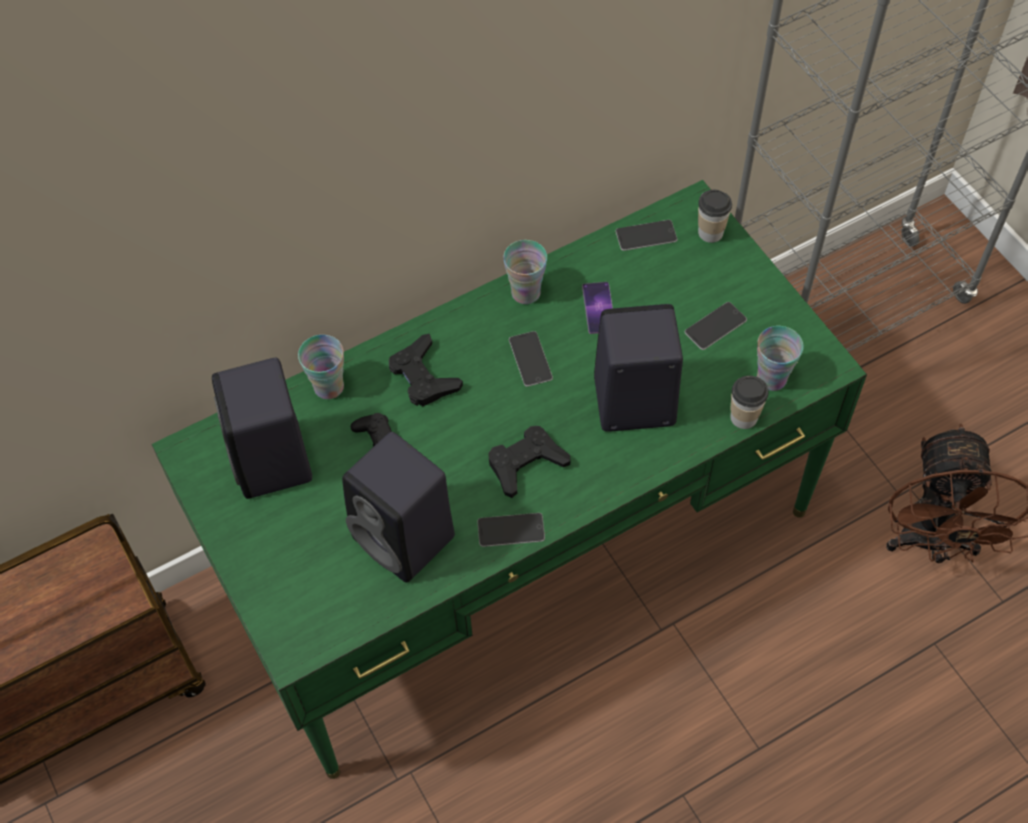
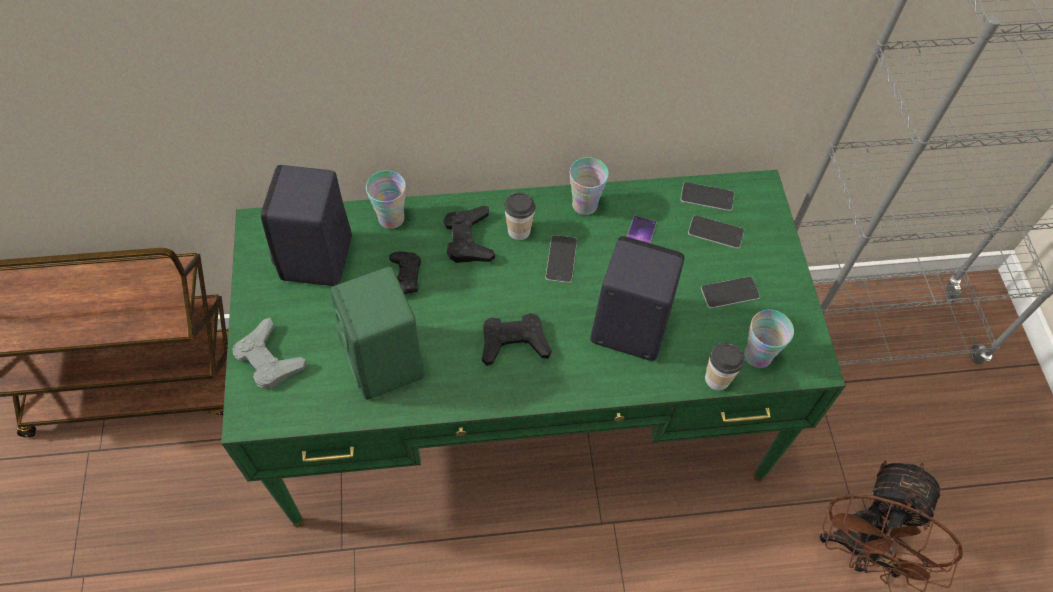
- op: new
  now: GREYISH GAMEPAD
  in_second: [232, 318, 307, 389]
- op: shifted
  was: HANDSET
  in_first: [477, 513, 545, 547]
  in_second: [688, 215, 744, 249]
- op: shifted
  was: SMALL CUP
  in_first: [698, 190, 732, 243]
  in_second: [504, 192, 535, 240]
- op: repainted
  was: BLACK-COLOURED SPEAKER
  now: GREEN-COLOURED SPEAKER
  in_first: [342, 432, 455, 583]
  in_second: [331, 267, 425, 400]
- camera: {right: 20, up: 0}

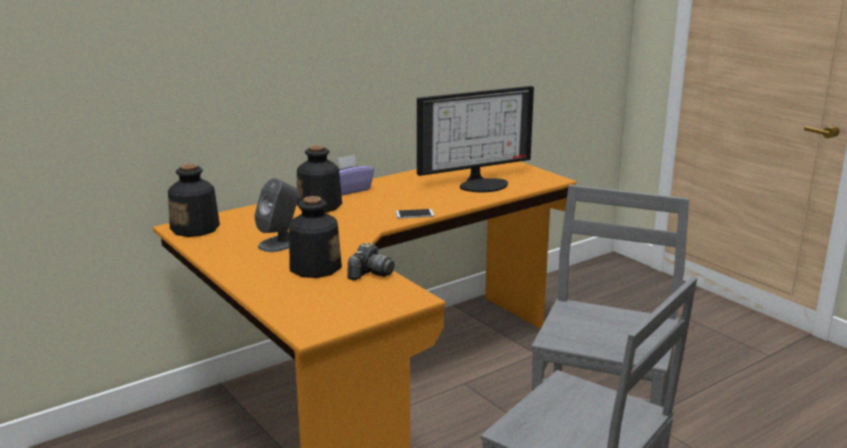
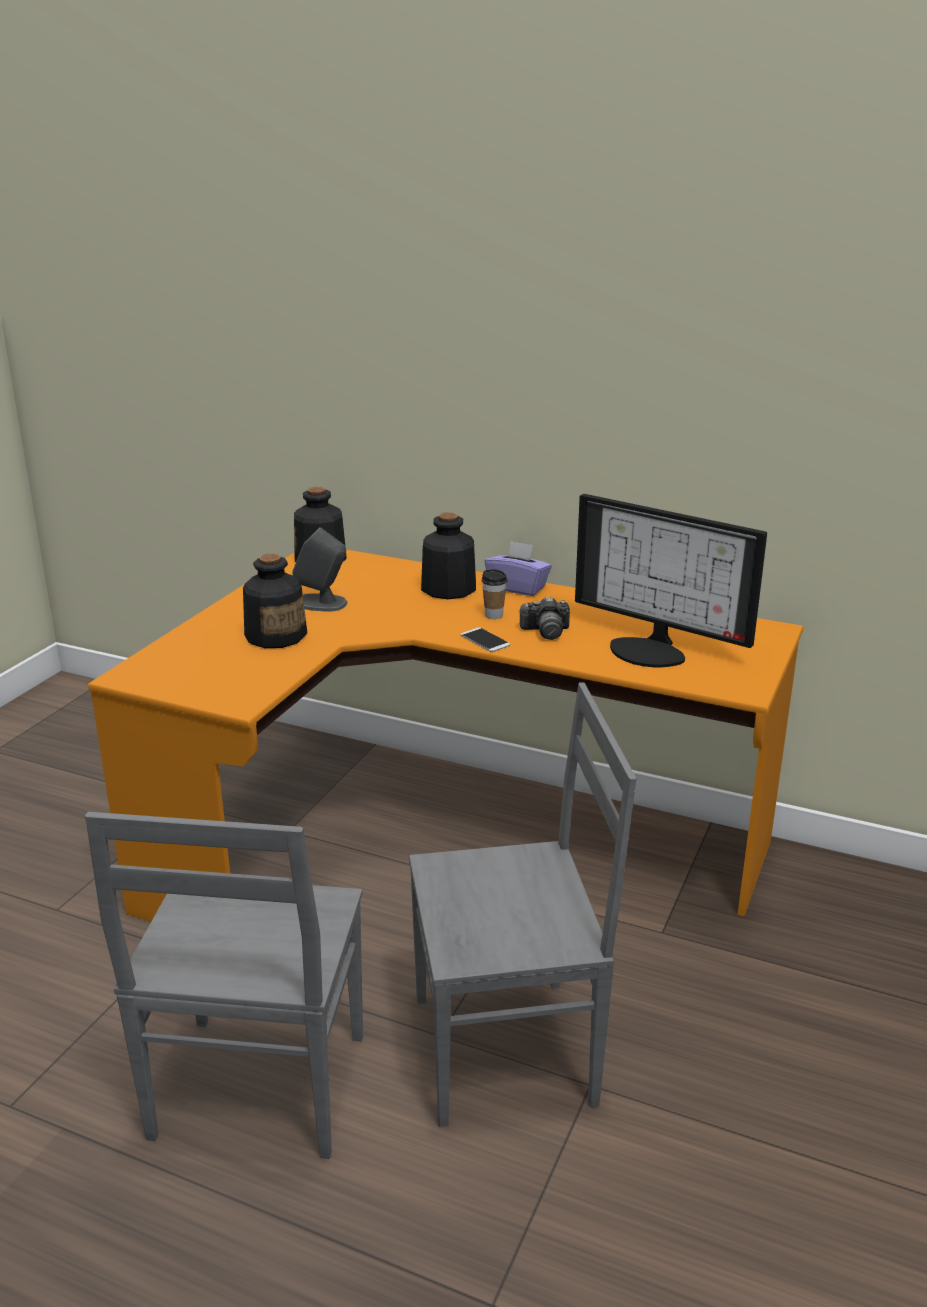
- op: new
  now: SMALL CUP
  in_second: [481, 569, 507, 619]
- op: shifted
  was: STILL CAMERA
  in_first: [347, 243, 394, 280]
  in_second: [518, 596, 570, 640]
- camera: {right: 60, up: 5}

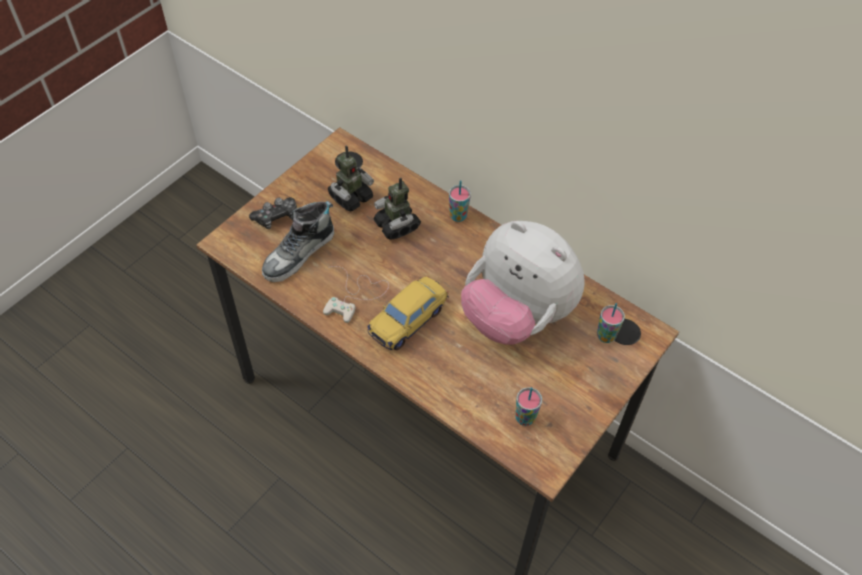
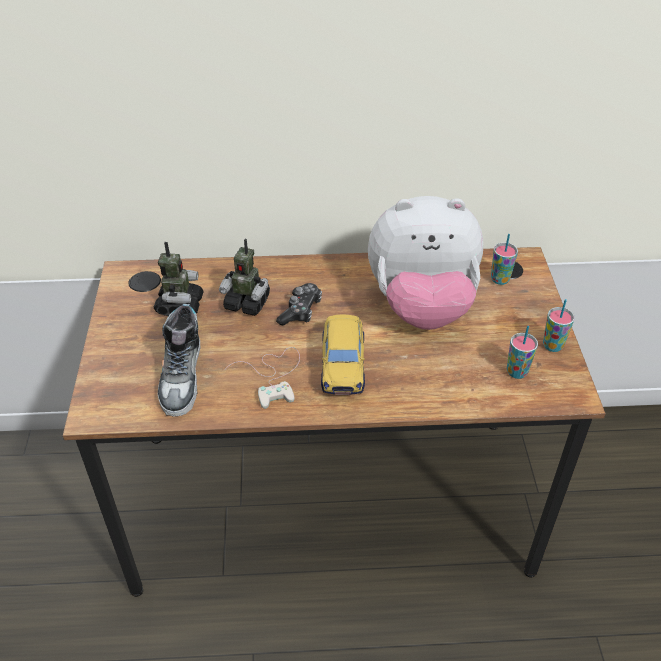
- op: shifted
  was: GAMEPAD
  in_first: [249, 197, 297, 229]
  in_second: [276, 283, 322, 326]
- op: shifted
  was: SMALL CUP
  in_first: [449, 180, 471, 222]
  in_second: [543, 299, 575, 352]
- camera: {right: -40, up: -10}

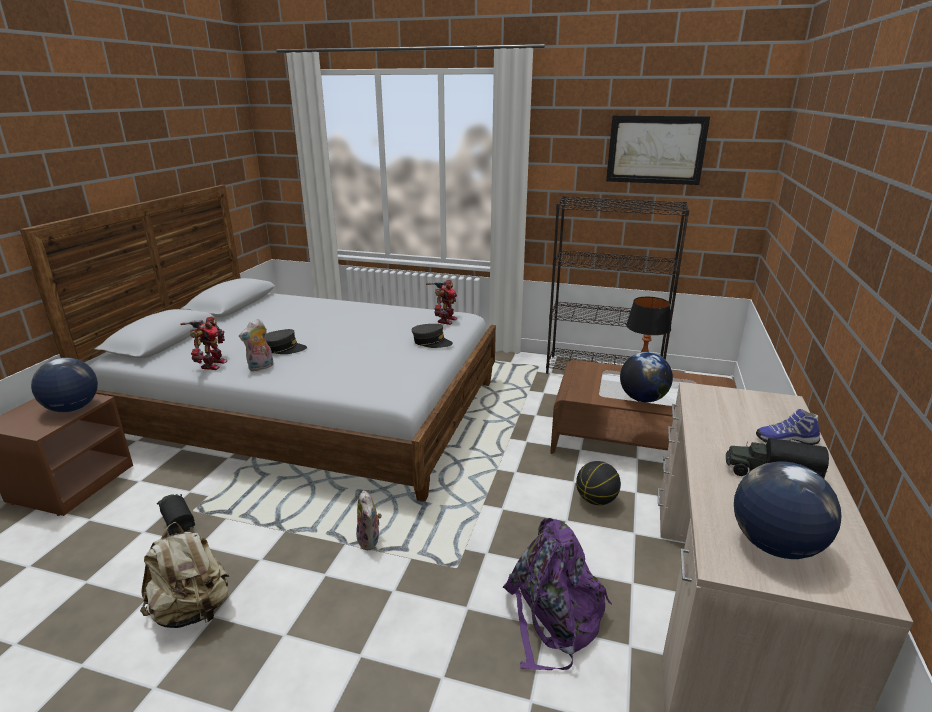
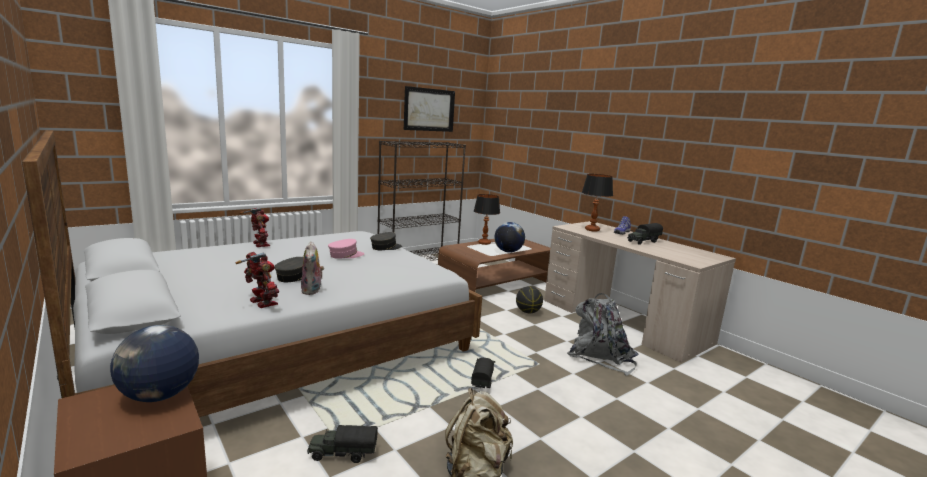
- op: gone
  was: DESK GLOBE
  in_first: [734, 461, 841, 559]
- op: new
  now: PINK CAP
  in_second: [328, 239, 364, 259]
- op: new
  now: LAMP FOR A TABLE
  in_second: [582, 174, 613, 232]
- op: shifted
  was: ROBOT FIGURE
  in_first: [426, 280, 457, 325]
  in_second: [240, 208, 270, 247]
- op: swapped
  was: PLUSH TOY
  now: MODEL TRUCK
  in_first: [356, 490, 382, 550]
  in_second: [471, 358, 495, 388]
- op: repainted
  was: PURPLE KNAPSACK
  now: GREYISH KNAPSACK
  in_first: [503, 518, 612, 670]
  in_second: [567, 293, 638, 376]
- camera: {right: -55, up: -10}

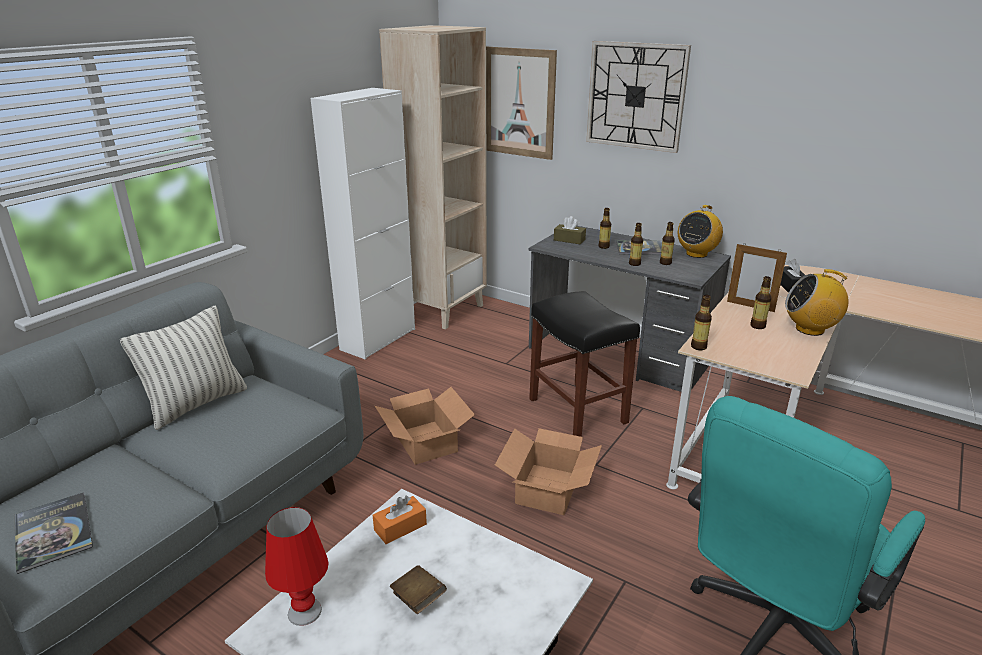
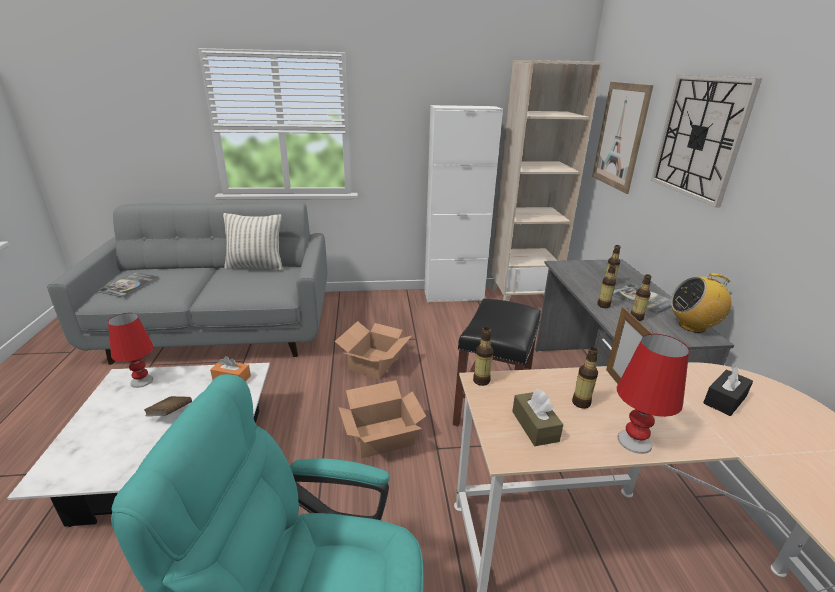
- op: shifted
  was: BROWN-COLOURED TISSUE HOLDER
  in_first: [554, 216, 586, 244]
  in_second: [512, 388, 563, 446]
- op: swapped
  was: RADIO
  now: RED LAMP FOR A TABLE
  in_first: [785, 269, 849, 336]
  in_second: [617, 334, 689, 454]
- camera: {right: 50, up: 0}

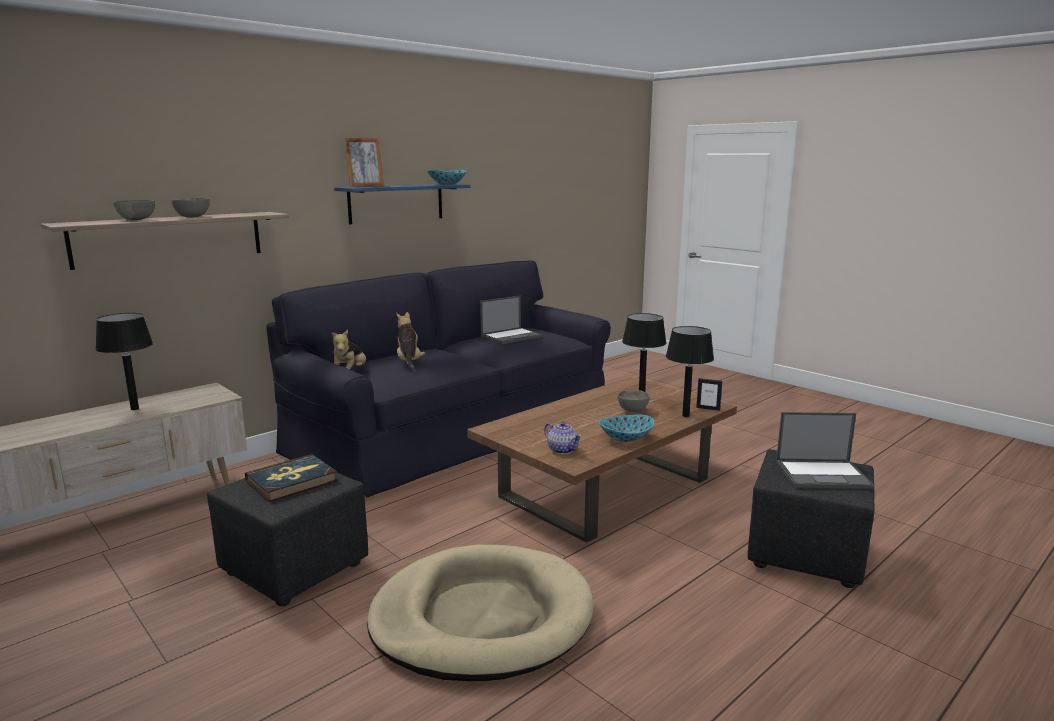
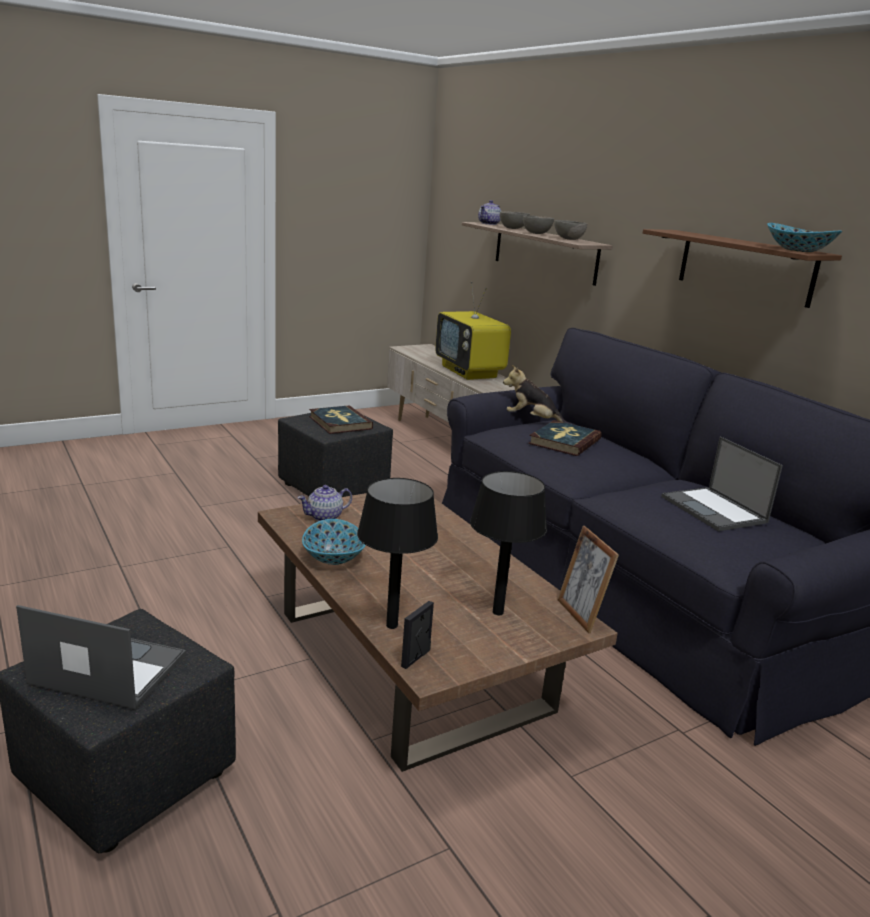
- op: gone
  was: BEIGE-COLOURED DOG CUSHION
  in_first: [367, 545, 593, 681]
- op: new
  now: POT FOR TEA
  in_second: [478, 200, 501, 225]
- op: shifted
  was: STANDING FRAME
  in_first: [344, 138, 384, 187]
  in_second: [557, 526, 619, 633]
- op: shifted
  was: GREYISH BOWL
  in_first: [618, 390, 650, 412]
  in_second: [554, 220, 587, 240]
- op: swapped
  was: BLACK-COLOURED LAMP FOR A TABLE
  now: TELEVISION
  in_first: [96, 313, 153, 410]
  in_second: [435, 282, 511, 380]
- op: swapped
  was: PLUSH TOY
  now: BOOK
  in_first: [396, 312, 425, 372]
  in_second: [528, 420, 602, 456]
- op: repainted
  was: BLUISH WALL SHELF
  now: BROWN-COLOURED WALL SHELF
  in_first: [334, 184, 470, 225]
  in_second: [643, 229, 842, 308]
- op: rotated
  was: NOTEBOOK COMPUTER
  in_first: [776, 412, 874, 489]
  in_second: [16, 605, 186, 709]
  clockwise: 90
- camera: {right: 100, up: 5}

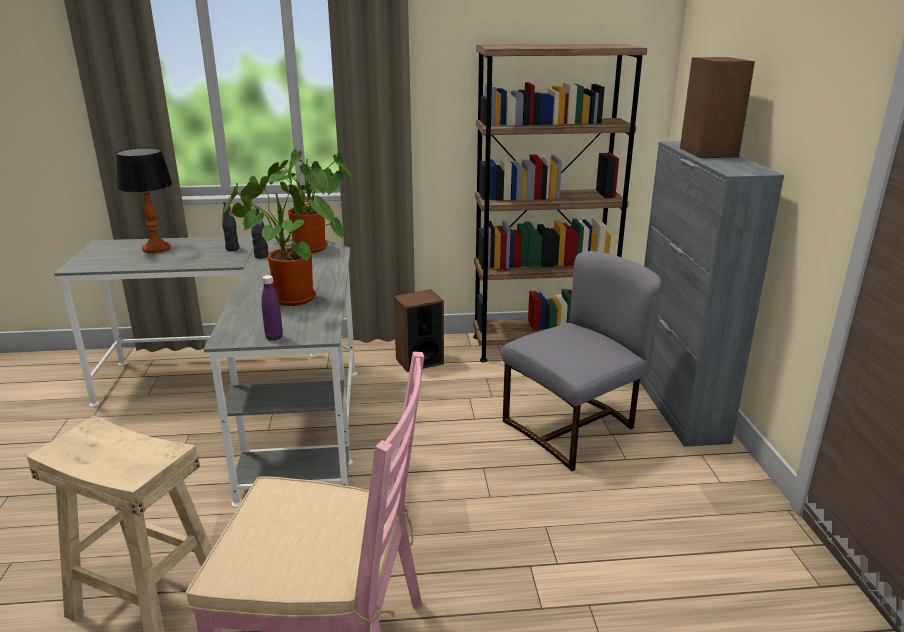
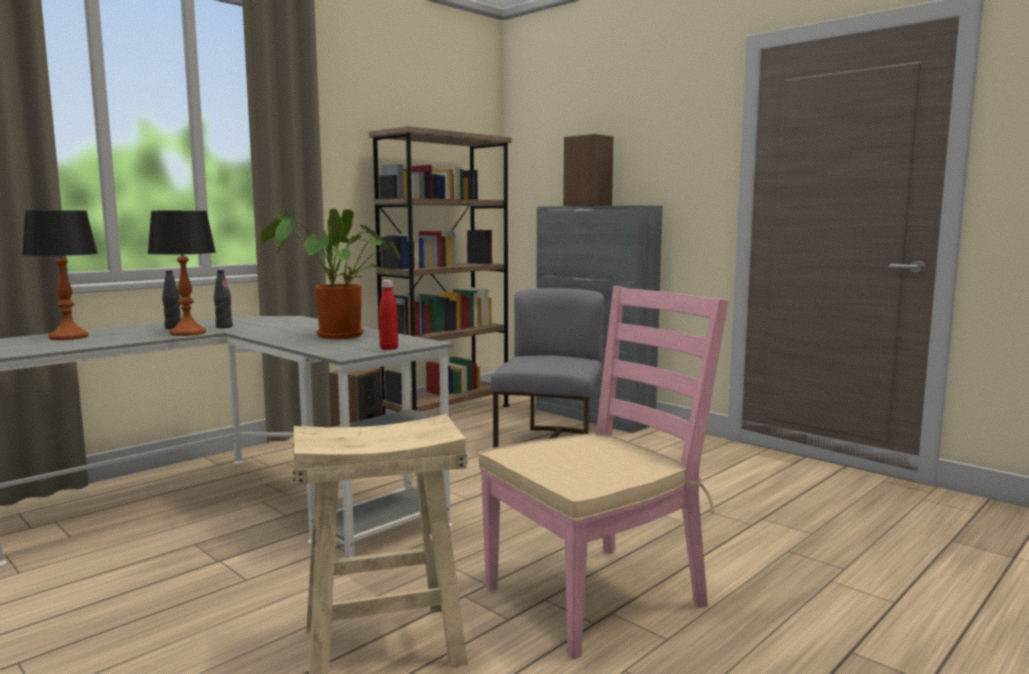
- op: gone
  was: POTTED PLANT
  in_first: [267, 149, 352, 253]
- op: new
  now: LAMP FOR A TABLE
  in_second: [147, 211, 216, 336]
- op: repainted
  was: PURPLE BEVERAGE BOTTLE
  now: RED BEVERAGE BOTTLE
  in_first: [261, 275, 283, 341]
  in_second: [379, 280, 398, 350]
- camera: {right: -40, up: -15}

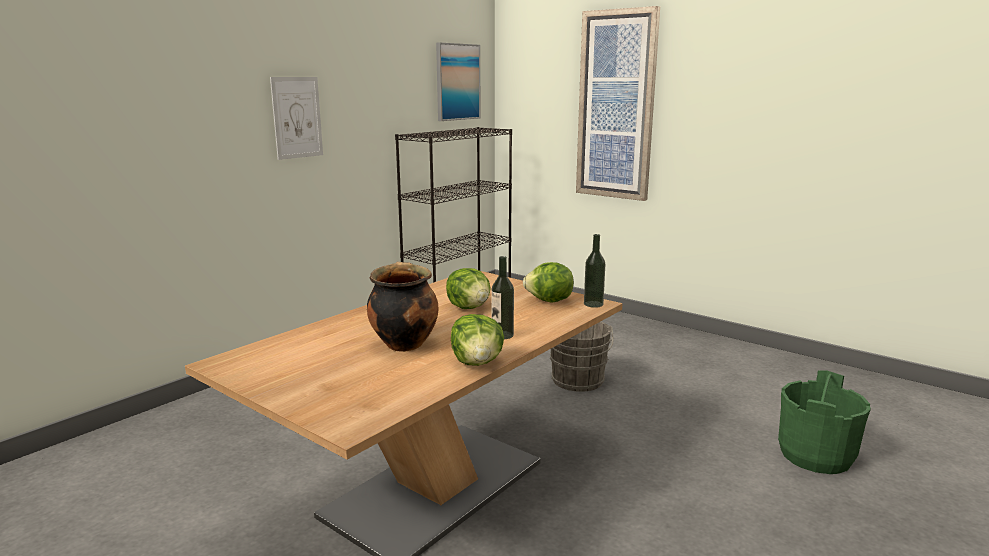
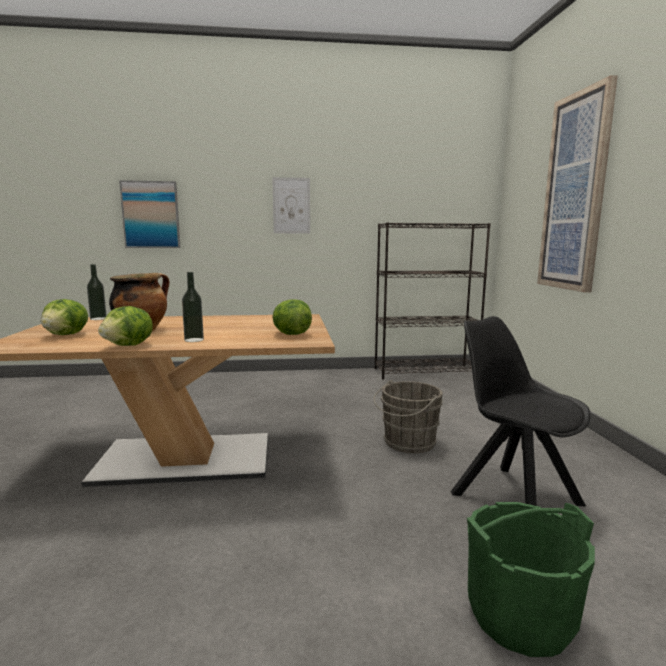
- op: new
  now: BLACK-COLOURED PLAIN CHAIR
  in_second: [451, 316, 591, 507]
- op: shifted
  was: WALL ART
  in_first: [436, 42, 481, 121]
  in_second: [119, 180, 180, 248]
- op: shifted
  was: HEAD OF LETTUCE
  in_first: [446, 268, 491, 309]
  in_second: [41, 299, 88, 335]
- op: shifted
  was: BEVERAGE BOTTLE
  in_first: [584, 234, 605, 308]
  in_second: [87, 264, 107, 320]
- camera: {right: 45, up: -5}

